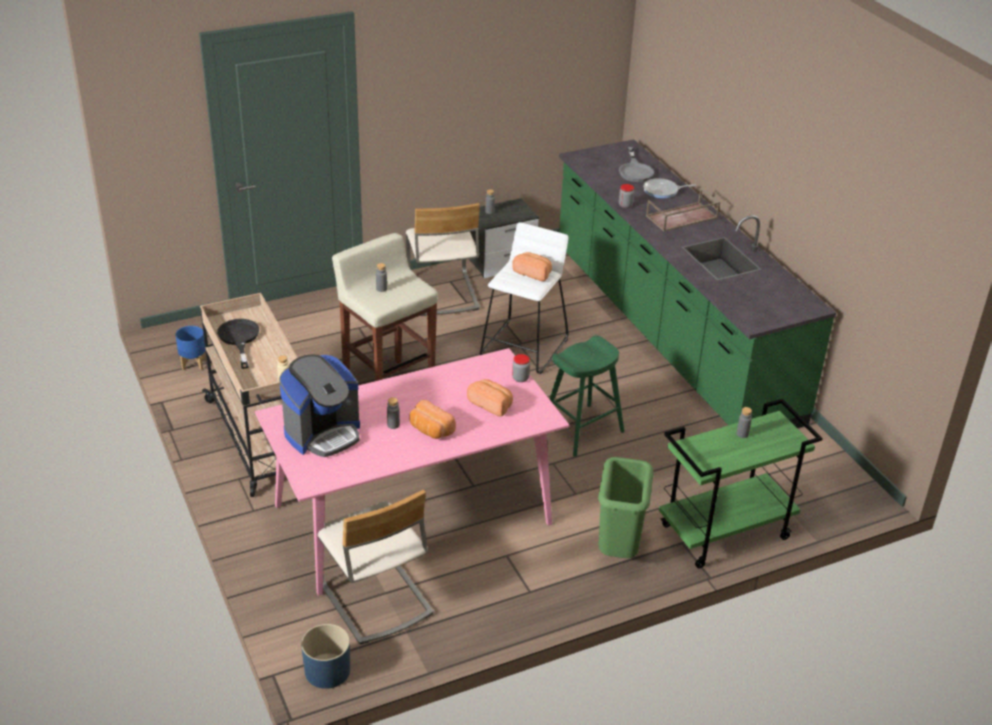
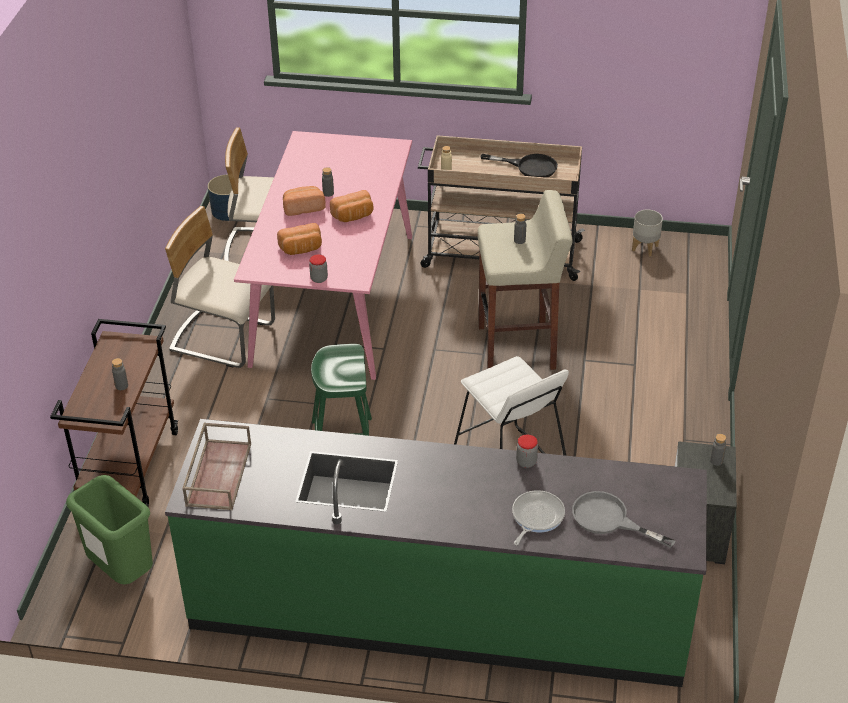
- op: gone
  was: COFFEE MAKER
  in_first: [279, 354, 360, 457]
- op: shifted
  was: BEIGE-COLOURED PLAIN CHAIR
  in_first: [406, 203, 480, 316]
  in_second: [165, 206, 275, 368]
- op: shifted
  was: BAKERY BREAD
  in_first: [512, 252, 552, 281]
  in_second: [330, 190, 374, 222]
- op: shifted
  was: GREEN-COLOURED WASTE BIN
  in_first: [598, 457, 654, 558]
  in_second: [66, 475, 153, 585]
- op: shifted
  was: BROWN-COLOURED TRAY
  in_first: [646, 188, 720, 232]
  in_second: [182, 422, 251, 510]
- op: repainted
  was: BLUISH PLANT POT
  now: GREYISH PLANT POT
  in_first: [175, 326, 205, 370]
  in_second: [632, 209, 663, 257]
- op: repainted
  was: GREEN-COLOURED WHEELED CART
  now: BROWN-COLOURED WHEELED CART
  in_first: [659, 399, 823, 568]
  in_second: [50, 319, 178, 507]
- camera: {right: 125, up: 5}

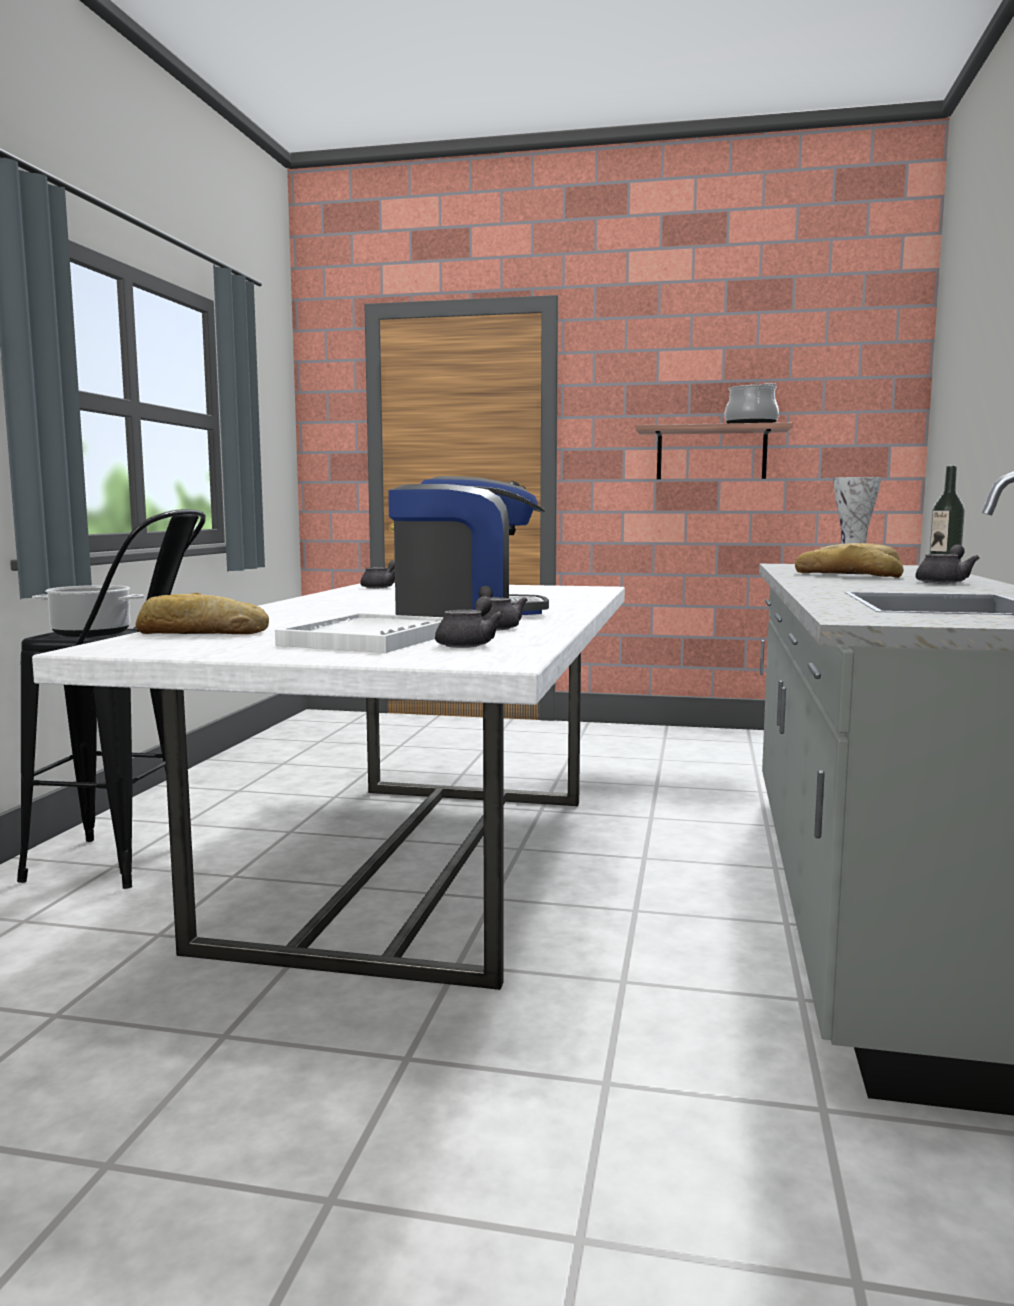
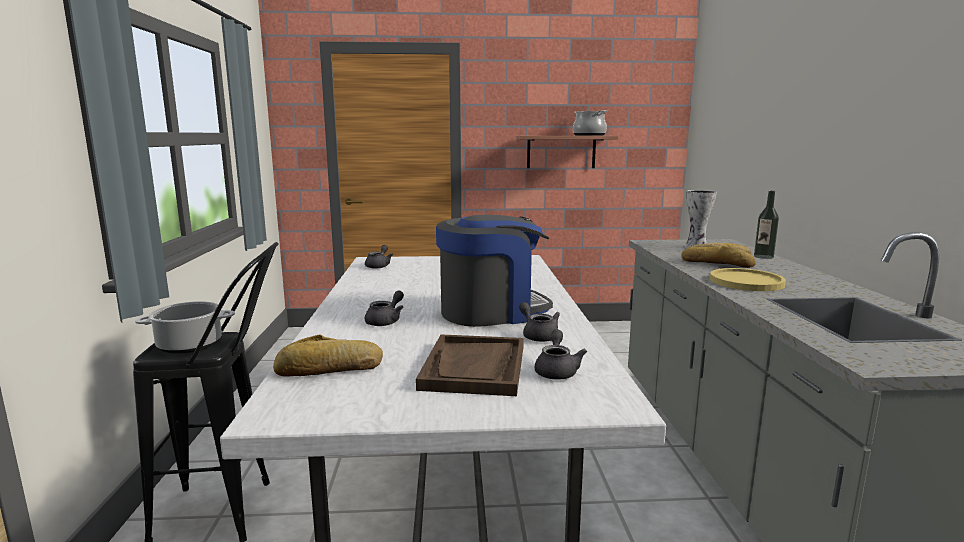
- op: new
  now: YELLOW-COLOURED FLAT DISH
  in_second: [710, 268, 786, 291]
- op: shifted
  was: GREYISH POT FOR TEA
  in_first: [915, 545, 980, 584]
  in_second: [365, 290, 404, 326]
- op: repainted
  was: WHITE TRAY
  now: BROWN-COLOURED TRAY
  in_first: [275, 613, 444, 653]
  in_second: [416, 334, 524, 396]
- camera: {right: -15, up: 5}

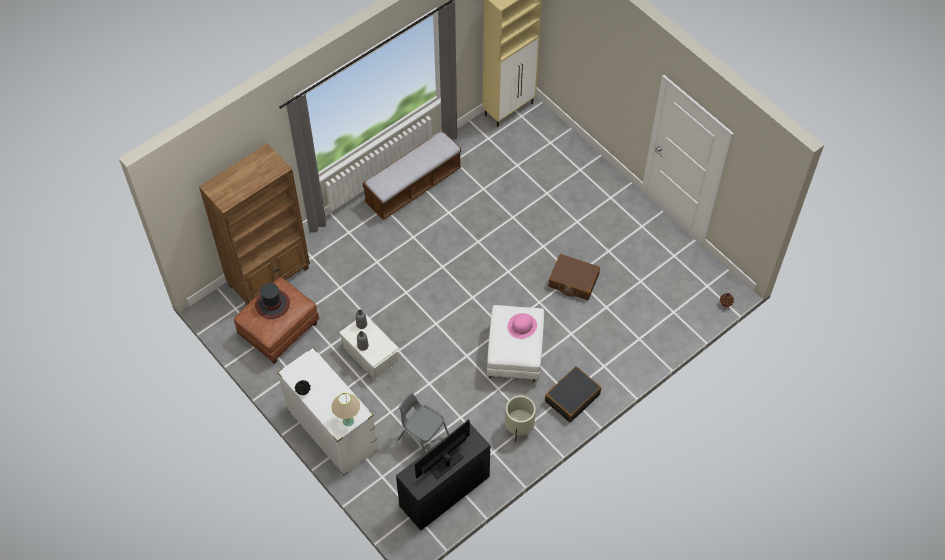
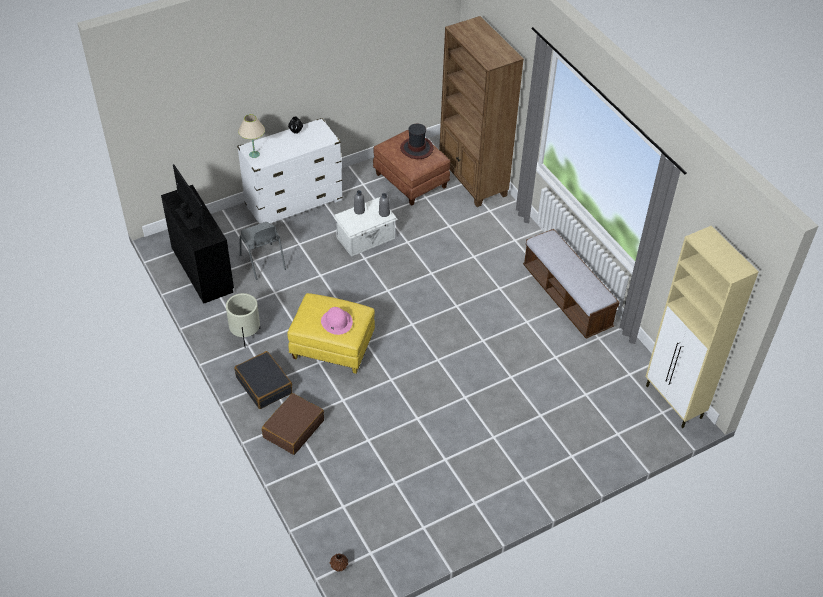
- op: shifted
  was: BROWN-COLOURED SUITCASE
  in_first: [549, 254, 600, 300]
  in_second: [262, 393, 324, 455]
- op: repainted
  was: WHITE FOOTREST
  now: YELLOW-COLOURED FOOTREST
  in_first: [487, 305, 544, 382]
  in_second: [287, 293, 375, 374]
- op: rotated
  was: GREYISH PLAIN CHAIR
  in_first: [398, 392, 449, 453]
  in_second: [240, 222, 286, 280]
  clockwise: 105
- camera: {right: 100, up: -10}

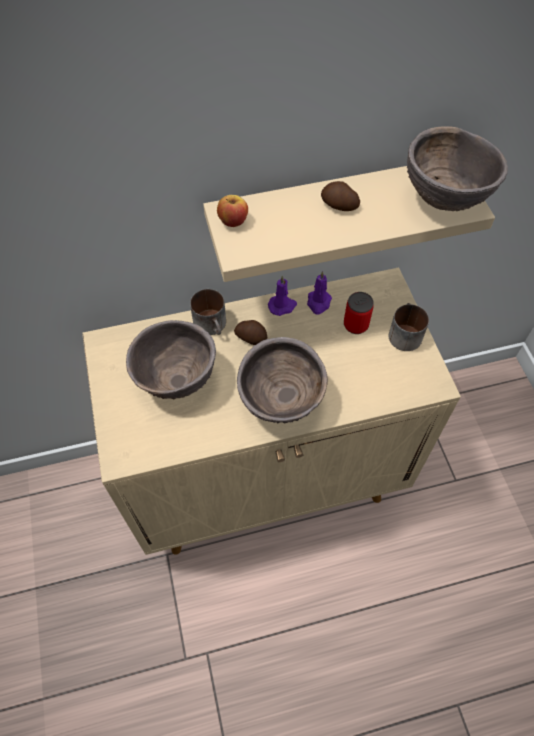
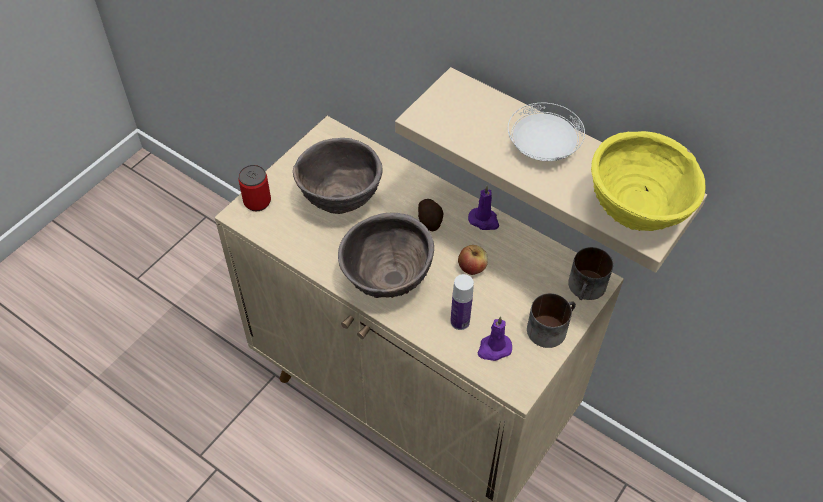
- op: new
  now: BEVERAGE BOTTLE
  in_second: [450, 274, 474, 330]
- op: shifted
  was: COFFEE MUG
  in_first: [190, 289, 226, 335]
  in_second: [568, 247, 613, 300]
- op: shifted
  was: WHOLE APPLE
  in_first: [217, 195, 248, 227]
  in_second: [458, 245, 488, 275]
- op: shifted
  was: PURPLE WAX CANDLE
  in_first: [307, 271, 332, 315]
  in_second: [477, 316, 512, 361]
- op: shifted
  was: CAN
  in_first: [344, 292, 374, 334]
  in_second: [239, 165, 271, 211]
- op: swapped
  was: SPUD
  now: WHITE FLAT DISH
  in_first: [321, 181, 360, 211]
  in_second: [508, 103, 585, 161]
- op: repainted
  was: BROWN-COLOURED BOWL
  now: YELLOW-COLOURED BOWL
  in_first: [407, 126, 508, 211]
  in_second: [591, 131, 705, 231]
- camera: {right: 50, up: -5}

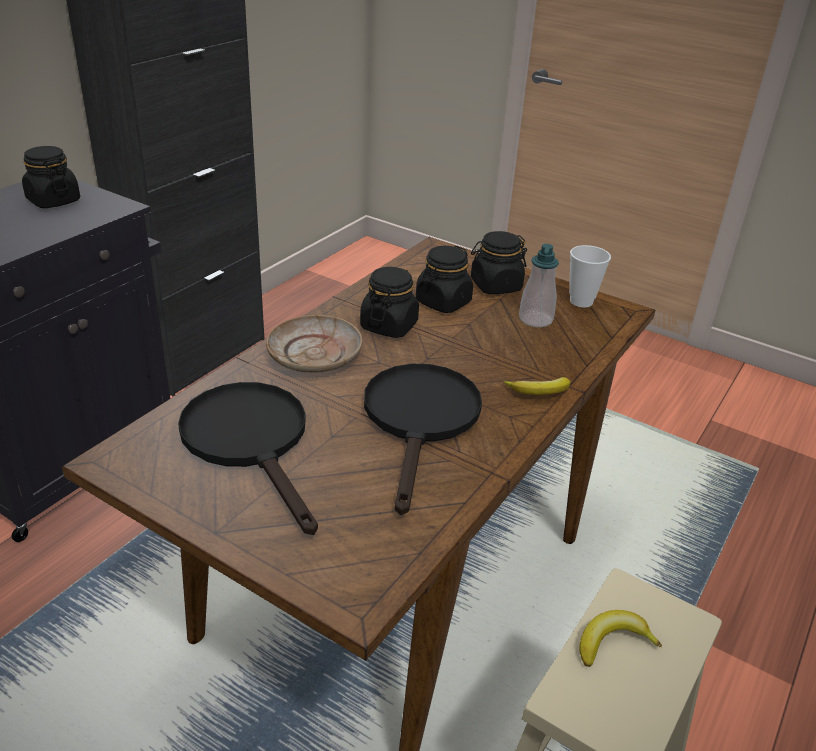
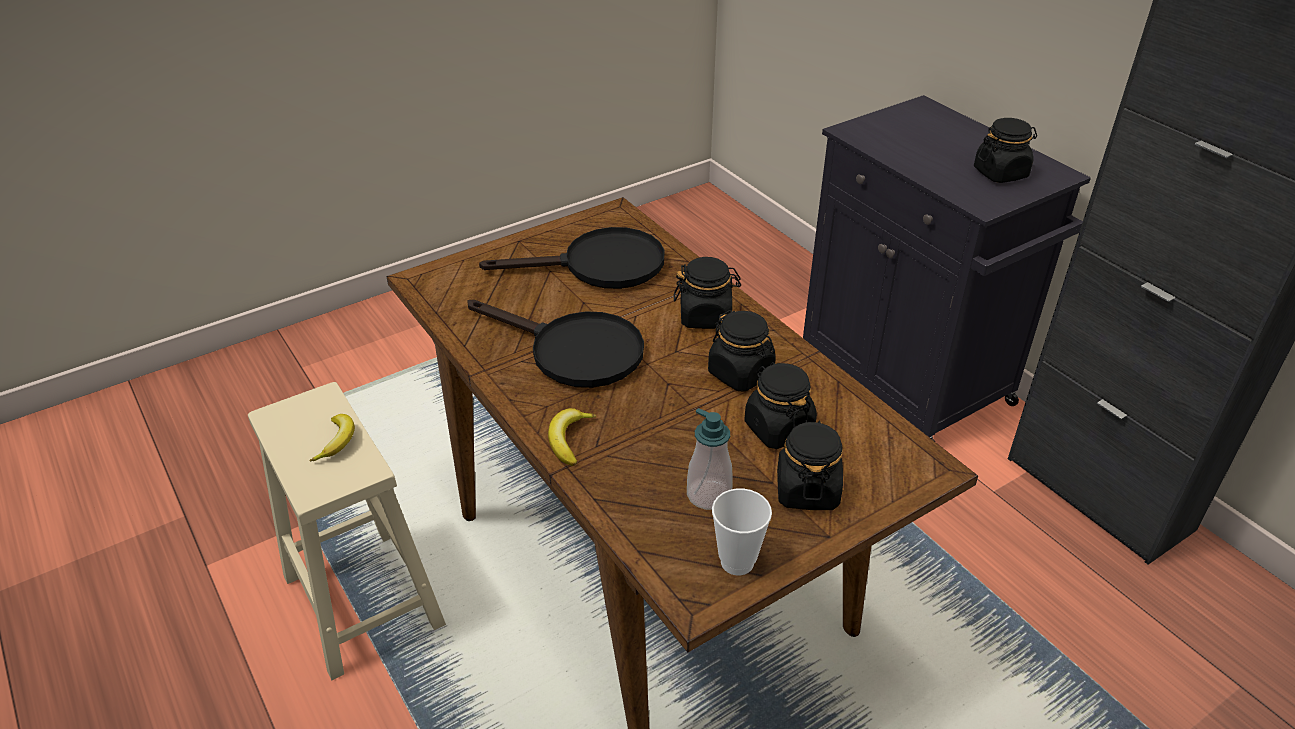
- op: swapped
  was: BEIGE-COLOURED FLAT DISH
  now: BLACK-COLOURED STORAGE JAR
  in_first: [266, 315, 362, 373]
  in_second: [674, 257, 741, 329]
- camera: {right: 115, up: 5}

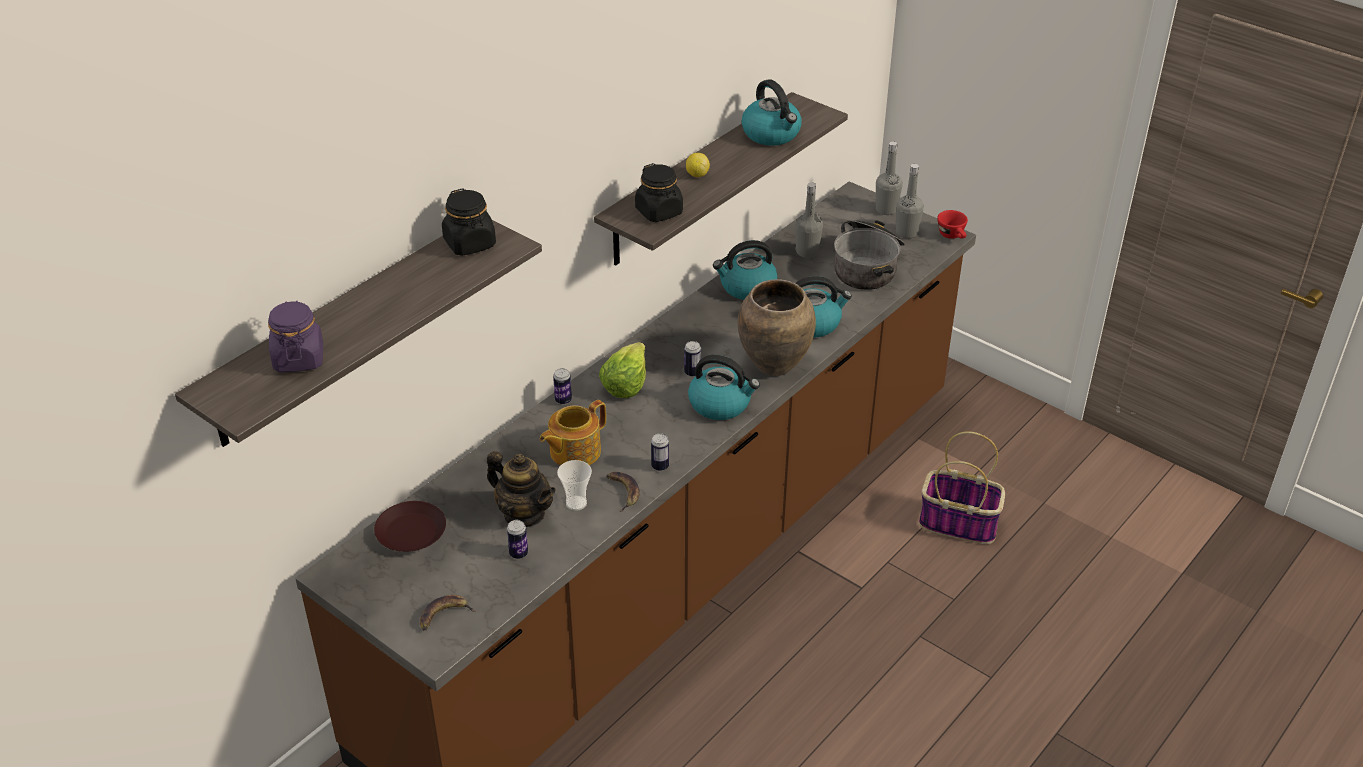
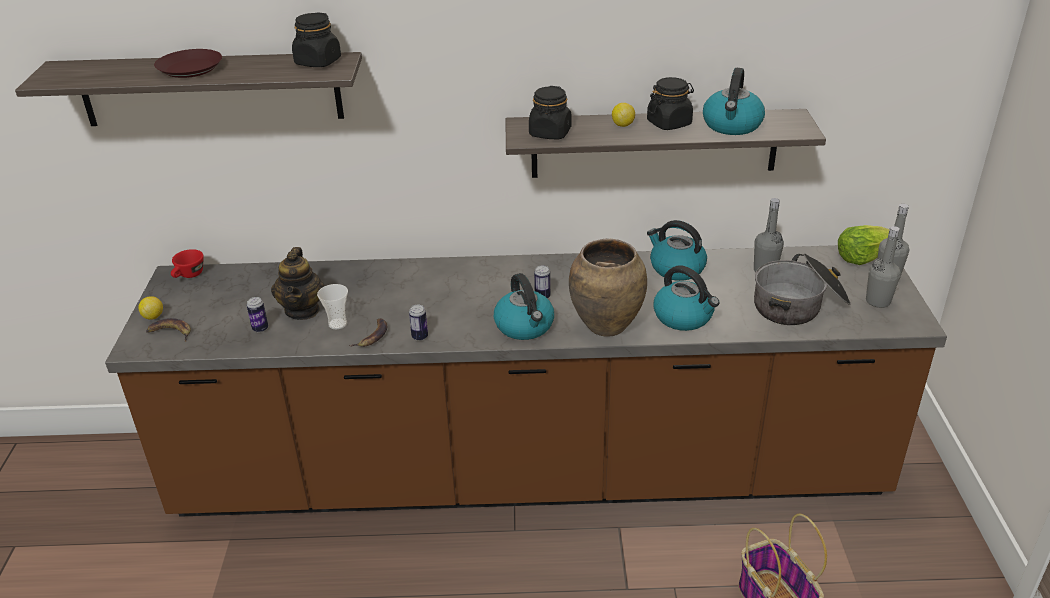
- op: gone
  was: PURPLE STORAGE JAR
  in_first: [268, 301, 323, 372]
- op: gone
  was: POT FOR TEA
  in_first: [540, 400, 606, 466]
- op: gone
  was: CAN
  in_first: [553, 368, 572, 405]
- op: new
  now: CITRUS FRUIT
  in_second: [138, 296, 163, 320]
- op: new
  now: BLACK-COLOURED STORAGE JAR
  in_second: [647, 77, 694, 130]
- op: shifted
  was: BROWN-COLOURED FLAT DISH
  in_first: [374, 501, 446, 552]
  in_second: [154, 49, 222, 78]
- op: shifted
  was: HEAD OF LETTUCE
  in_first: [599, 342, 646, 398]
  in_second: [838, 225, 890, 265]
- op: shifted
  was: RED SMALL CUP
  in_first: [937, 210, 968, 239]
  in_second: [171, 249, 204, 278]
- camera: {right: 50, up: -5}

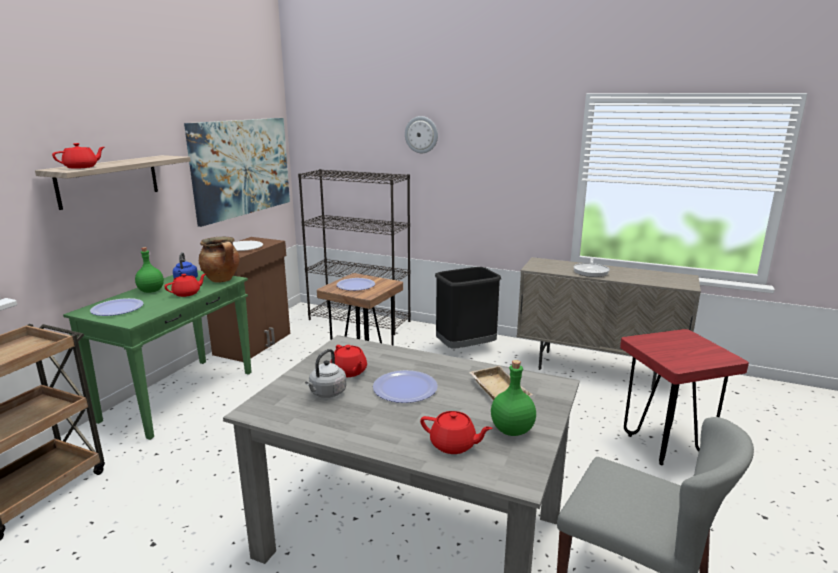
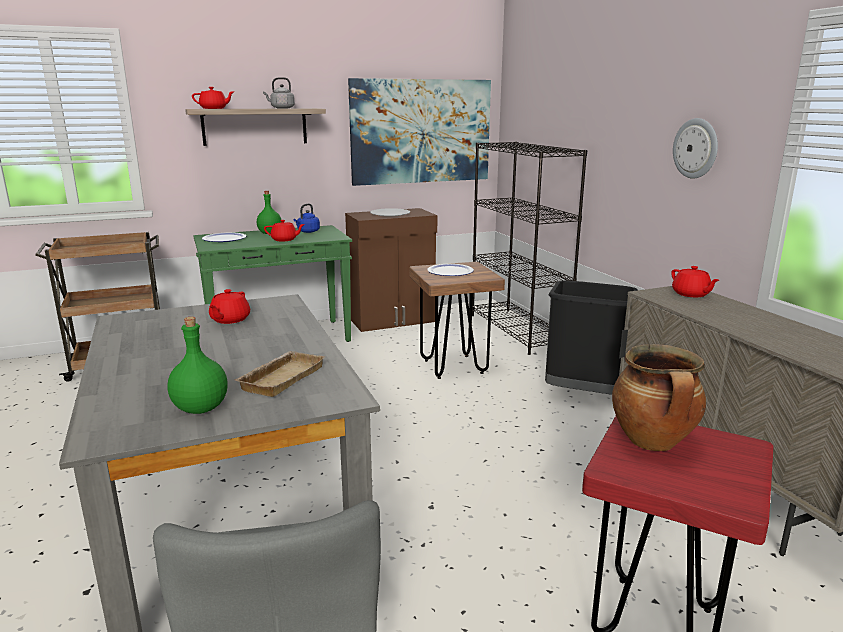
- op: gone
  was: FLAT DISH
  in_first: [373, 370, 438, 403]
- op: gone
  was: FRYING PAN
  in_first: [573, 257, 610, 277]
- op: shifted
  was: COOKING POT
  in_first: [199, 237, 240, 283]
  in_second: [612, 344, 706, 451]
- op: shifted
  was: GREYISH WATER KETTLE
  in_first: [305, 349, 346, 398]
  in_second: [263, 77, 295, 109]
- op: shifted
  was: CLOCK ON THE WALL
  in_first: [405, 116, 438, 153]
  in_second: [673, 118, 718, 179]
- op: shifted
  was: RED POT FOR TEA
  in_first: [420, 411, 493, 454]
  in_second: [671, 266, 719, 297]
- camera: {right: 45, up: 0}

